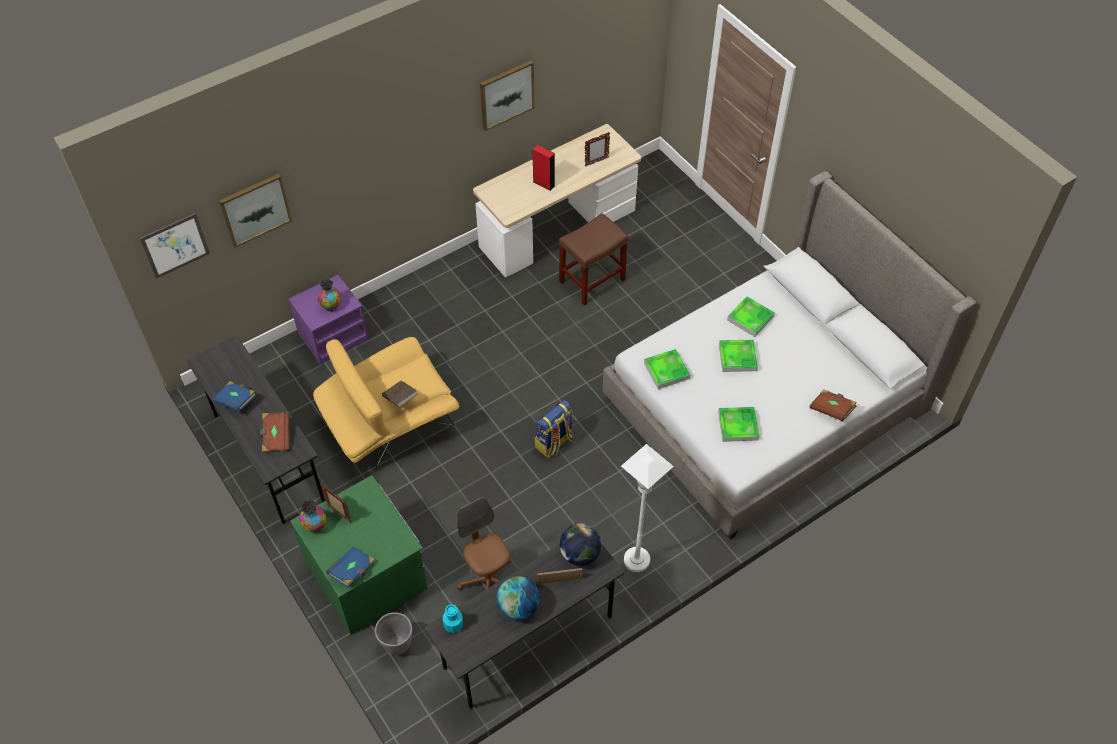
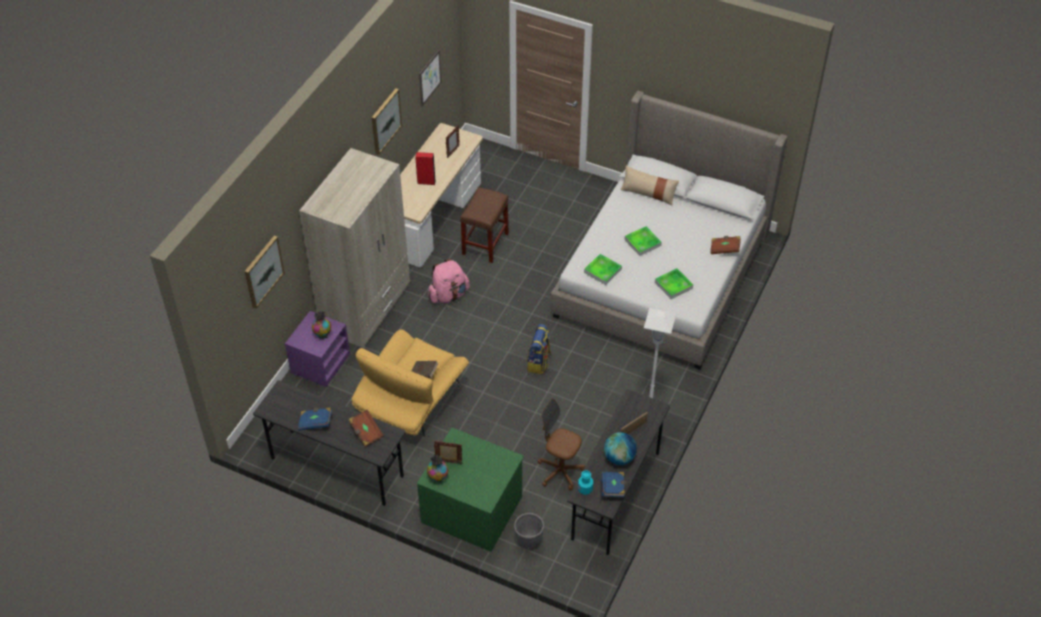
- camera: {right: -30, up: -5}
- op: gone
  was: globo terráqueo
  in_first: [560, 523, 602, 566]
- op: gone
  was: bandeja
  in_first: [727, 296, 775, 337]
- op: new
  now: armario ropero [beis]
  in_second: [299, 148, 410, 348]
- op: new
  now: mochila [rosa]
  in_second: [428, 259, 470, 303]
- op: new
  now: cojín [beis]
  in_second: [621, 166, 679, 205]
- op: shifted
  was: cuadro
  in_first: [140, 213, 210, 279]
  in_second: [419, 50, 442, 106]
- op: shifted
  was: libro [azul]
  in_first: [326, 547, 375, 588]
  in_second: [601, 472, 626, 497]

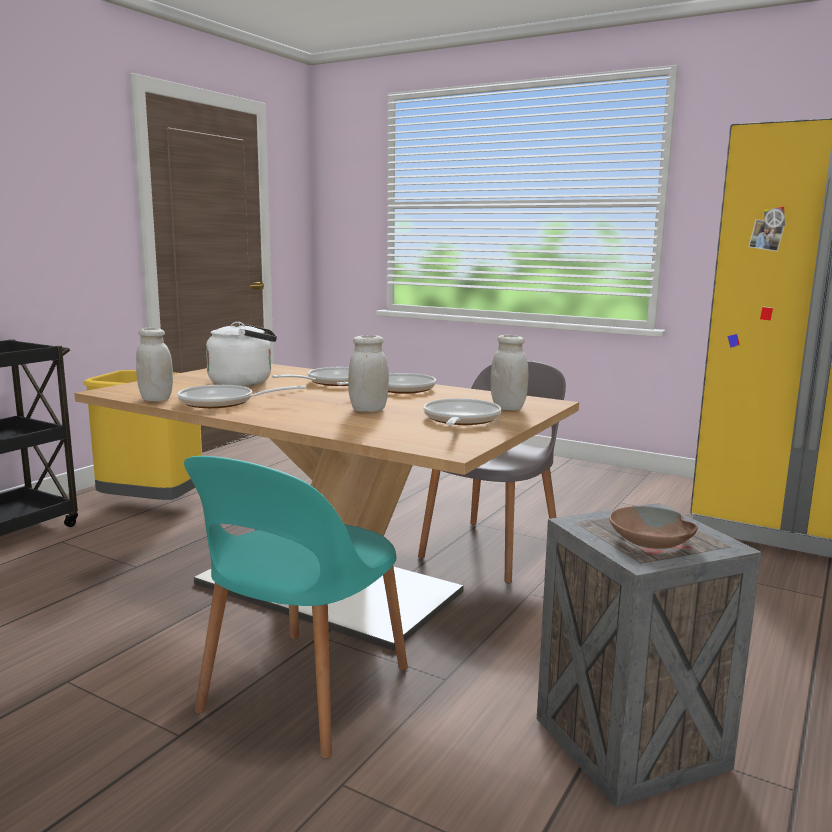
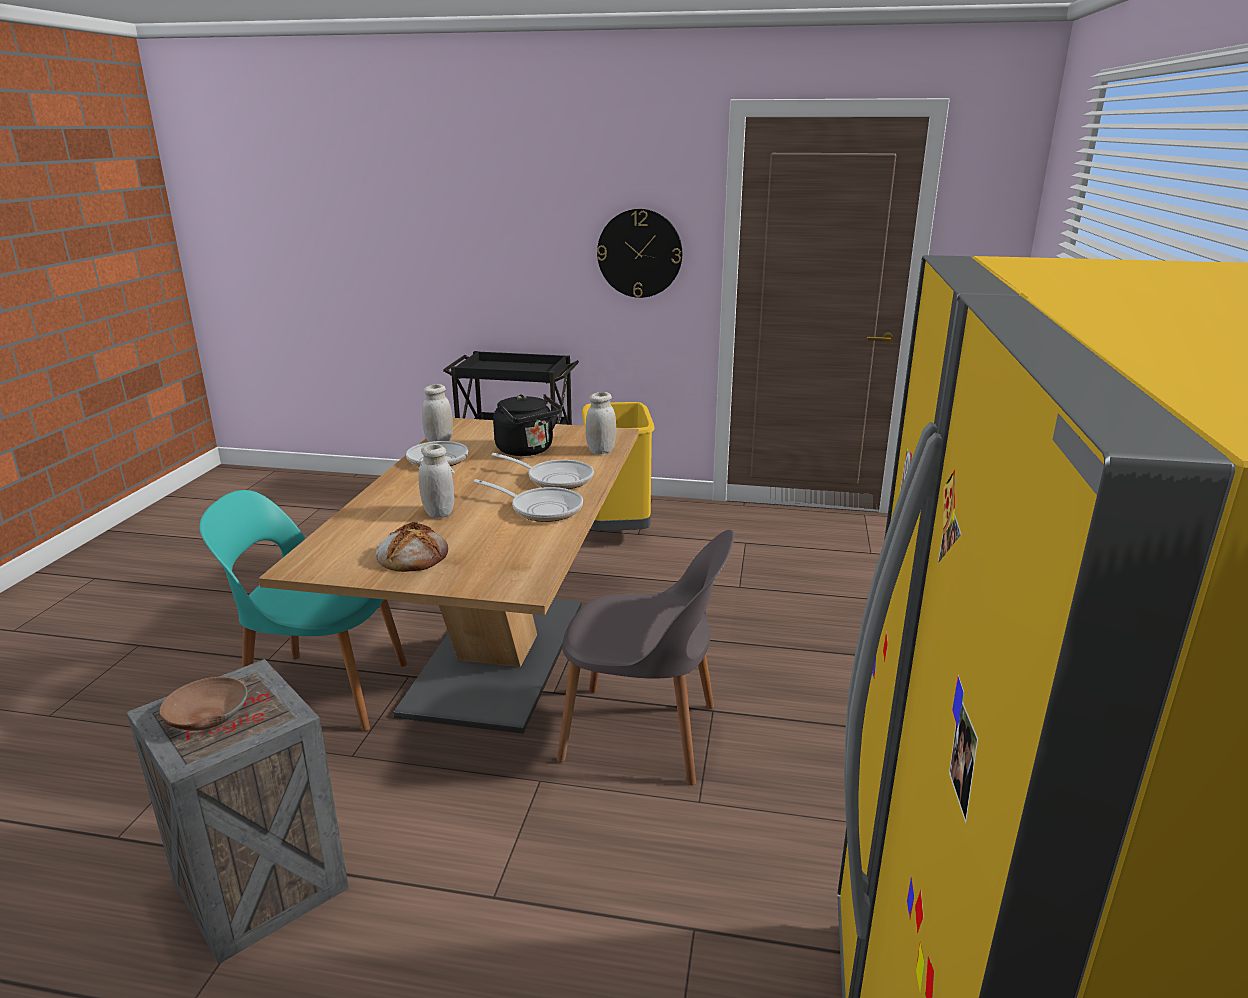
- camera: {right: 70, up: 10}
- op: new
  now: reloj de pared
  in_second: [597, 209, 682, 298]
- op: shifted
  was: tarro [blanco]
  in_first: [491, 335, 528, 410]
  in_second: [586, 392, 616, 454]
- op: swapped
  was: sartén
  now: pan
  in_first: [423, 398, 501, 425]
  in_second: [376, 522, 448, 572]
- op: repainted
  was: hervidor [blanco]
  now: hervidor [negro]
  in_first: [206, 322, 277, 386]
  in_second: [493, 394, 562, 456]

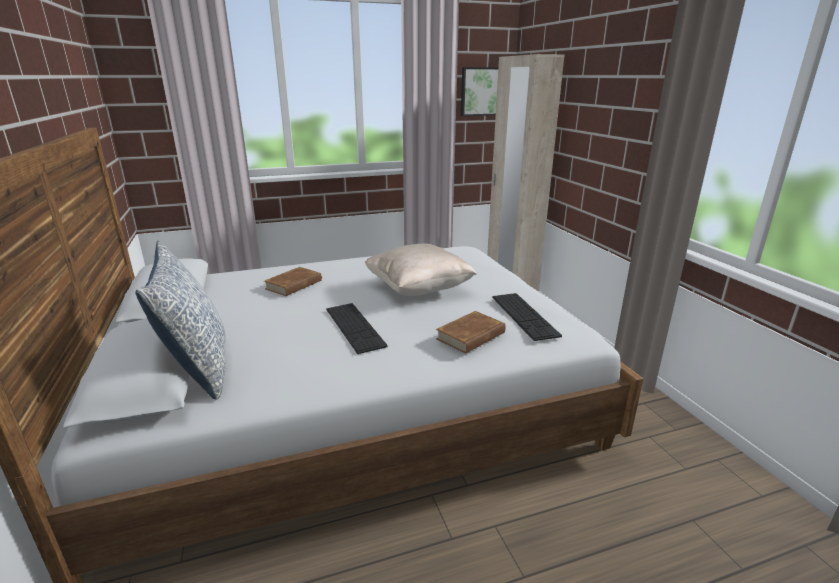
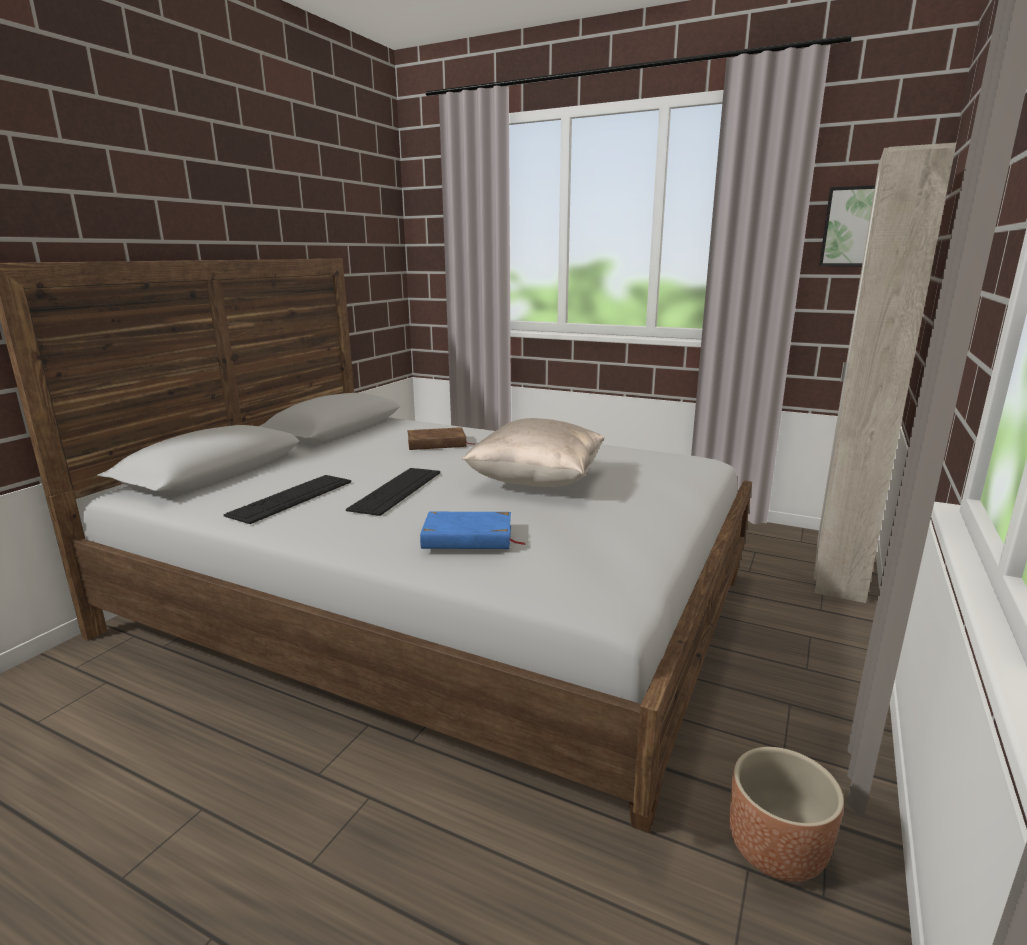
- camera: {right: 45, up: -5}
- op: gone
  was: cojín
  in_first: [135, 241, 226, 399]
- op: new
  now: maceta [marrón]
  in_second: [729, 747, 844, 882]
- op: shifted
  was: teclado
  in_first: [492, 293, 562, 341]
  in_second: [224, 475, 351, 524]
- op: repainted
  was: libro [marrón]
  now: libro [azul]
  in_first: [436, 311, 506, 354]
  in_second: [420, 512, 526, 549]

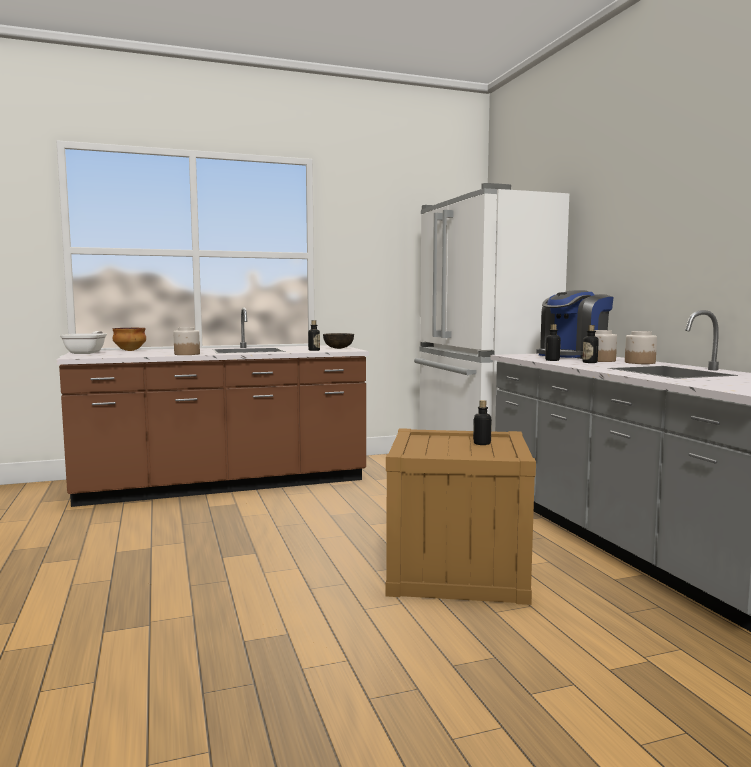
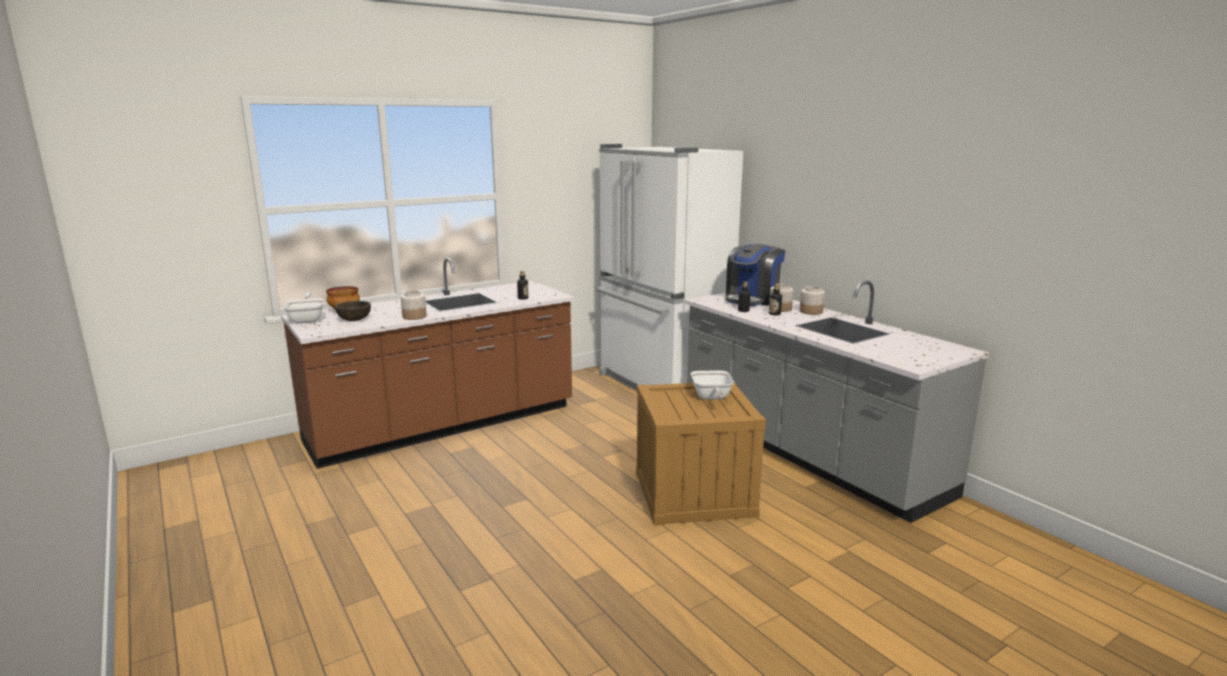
- camera: {right: -15, up: 10}
- op: shifted
  was: cuenco [marrón]
  in_first: [323, 333, 354, 349]
  in_second: [335, 301, 371, 321]
- op: swapped
  was: botella
  now: sartén
  in_first: [473, 400, 492, 445]
  in_second: [691, 370, 734, 400]

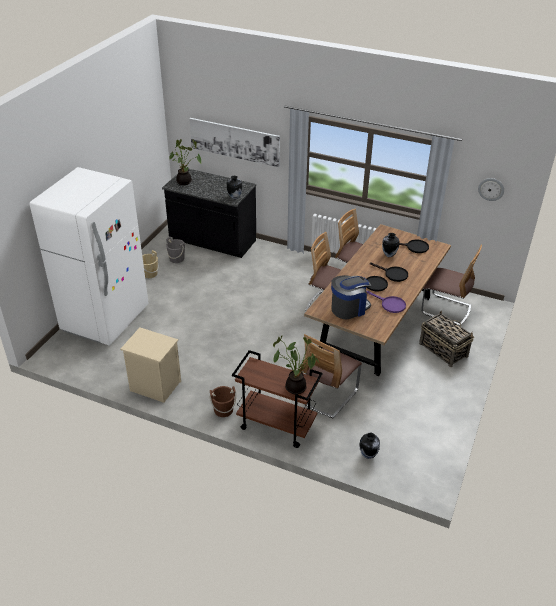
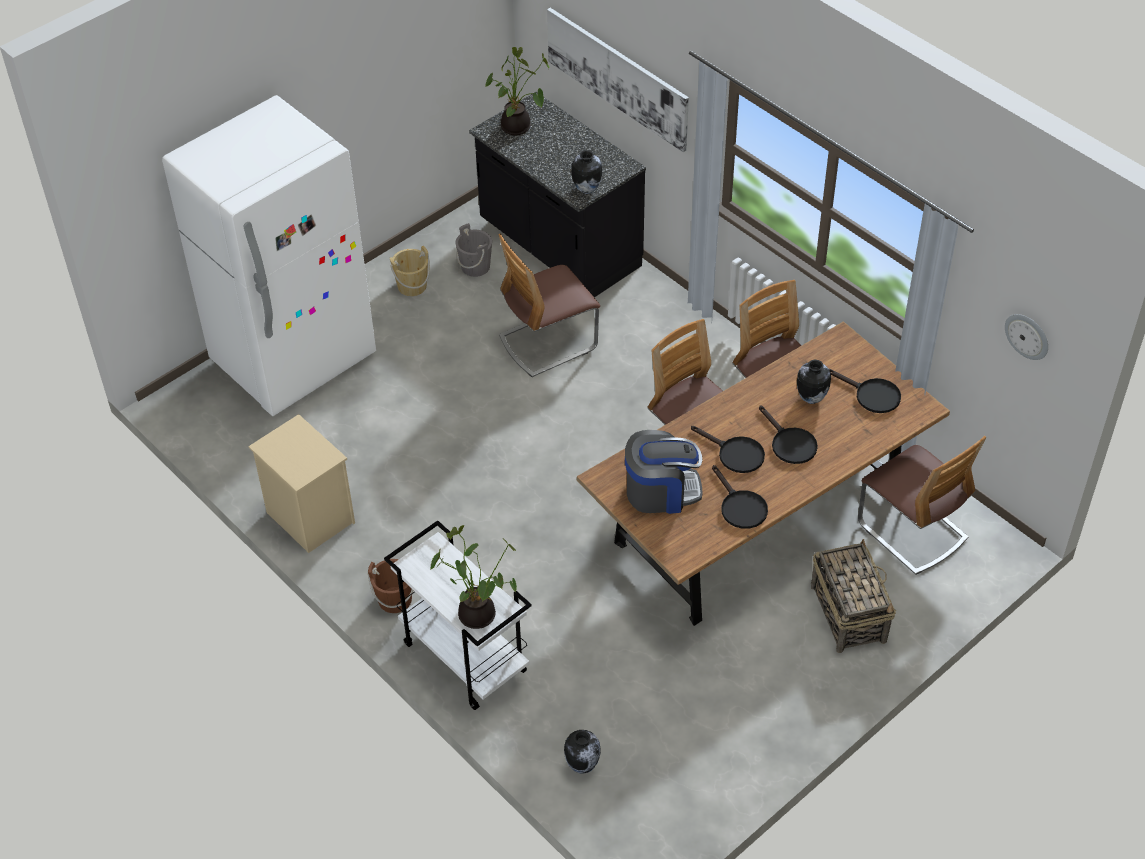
- camera: {right: 25, up: 10}
- op: shifted
  was: silla
  in_first: [302, 334, 362, 418]
  in_second: [498, 234, 600, 377]
- op: repainted
  was: carrito [marrón]
  now: carrito [blanco]
  in_first: [232, 350, 323, 448]
  in_second: [384, 520, 532, 710]
- op: repainted
  was: sartén [morado]
  now: sartén [negro]
  in_first: [366, 291, 406, 313]
  in_second: [712, 465, 768, 529]

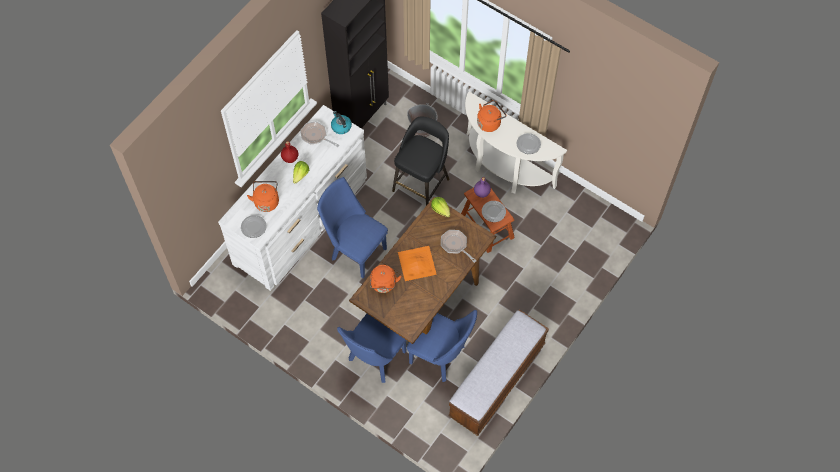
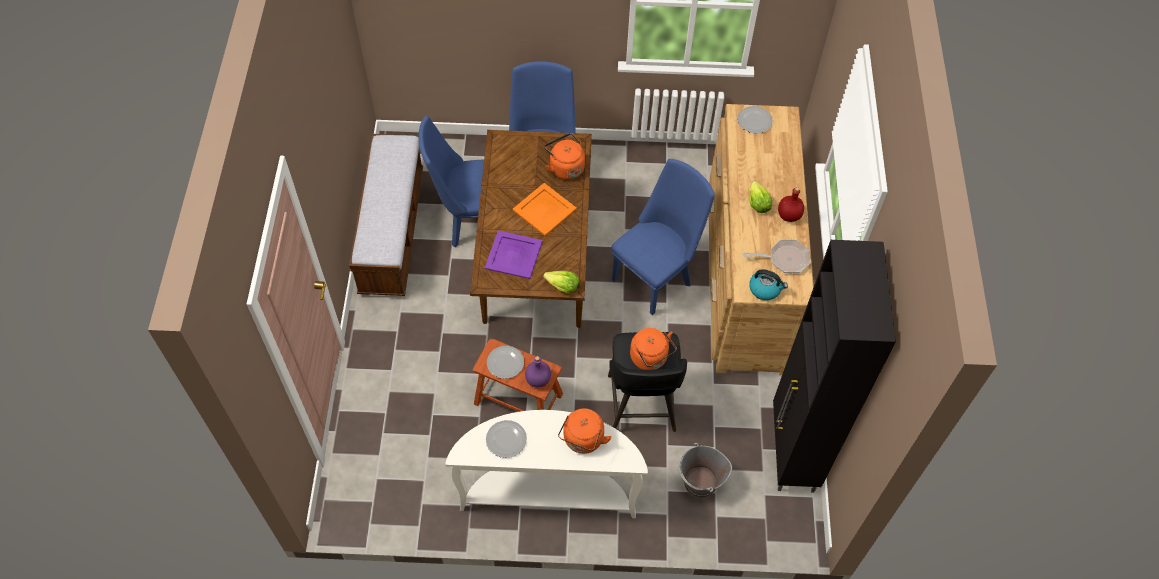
- camera: {right: 145, up: -5}
- op: shifted
  was: hervidor [naranja]
  in_first: [247, 181, 279, 212]
  in_second: [630, 328, 677, 370]
- op: swapped
  was: sartén
  now: bandeja [morado]
  in_first: [441, 230, 477, 263]
  in_second: [485, 231, 542, 279]
- op: repainted
  was: cómoda [blanco]
  now: cómoda [marrón]
  in_first: [218, 105, 367, 291]
  in_second: [708, 104, 814, 376]
- op: rotated
  was: silla [azul]
  in_first: [317, 177, 388, 278]
  in_second: [611, 159, 715, 315]
  clockwise: -45

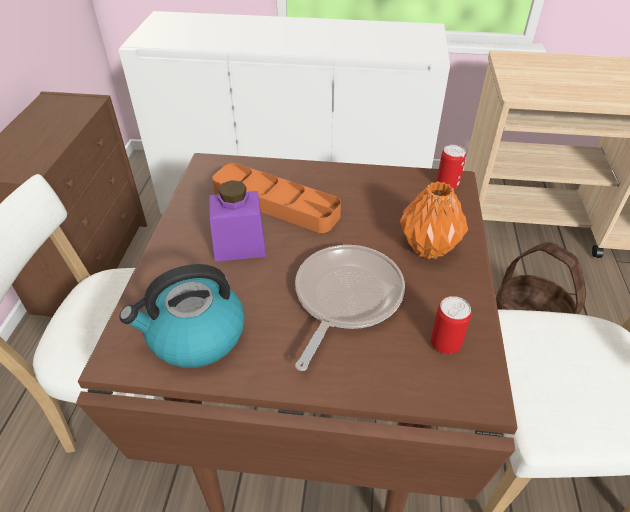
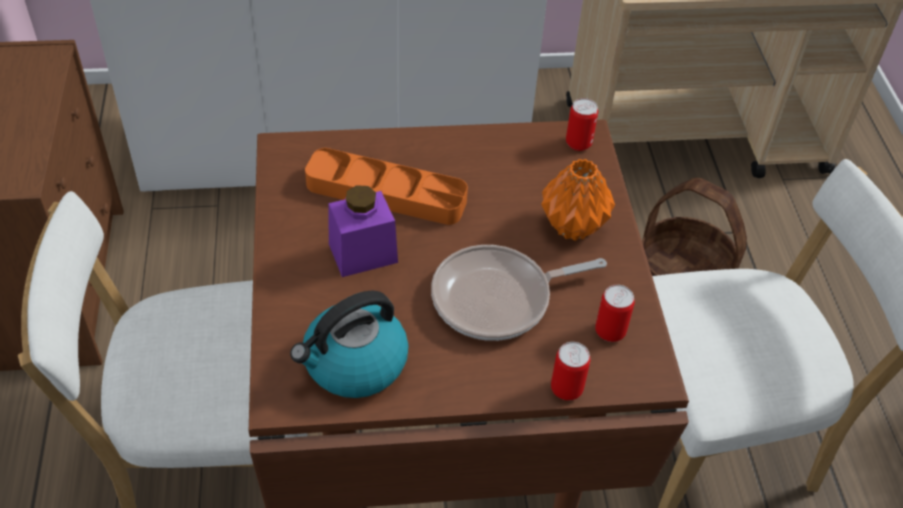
- camera: {right: -15, up: 5}
- op: new
  now: lata
  in_second: [551, 342, 590, 400]
- op: rotated
  was: sartén
  in_first: [295, 245, 405, 371]
  in_second: [431, 245, 607, 341]
  clockwise: -120

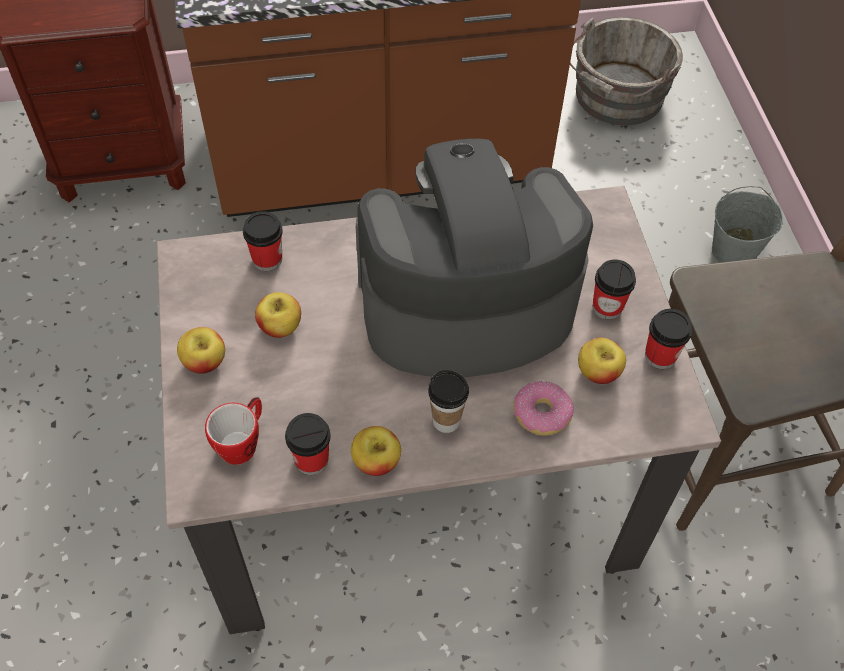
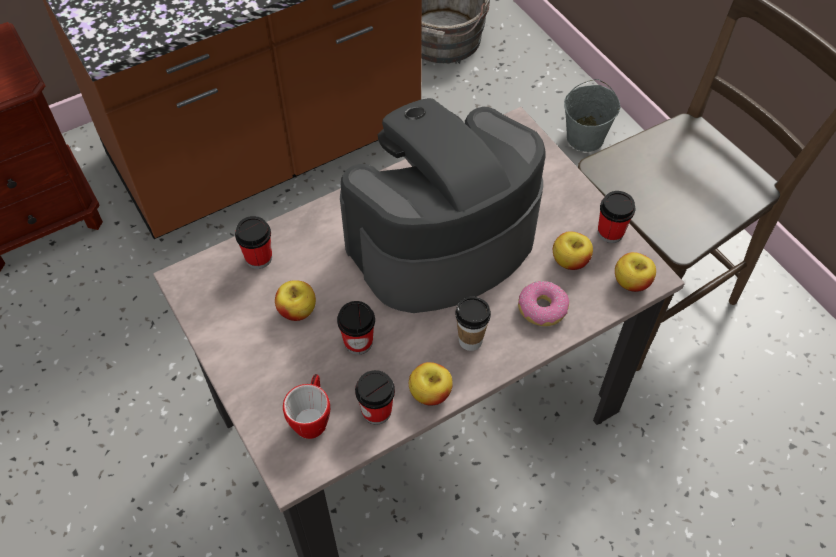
- camera: {right: -20, up: 0}
- op: shifted
  was: manzana
  in_first: [177, 327, 225, 374]
  in_second: [615, 252, 656, 292]
- op: shifted
  was: taza
  in_first: [593, 259, 636, 320]
  in_second: [337, 301, 375, 354]

